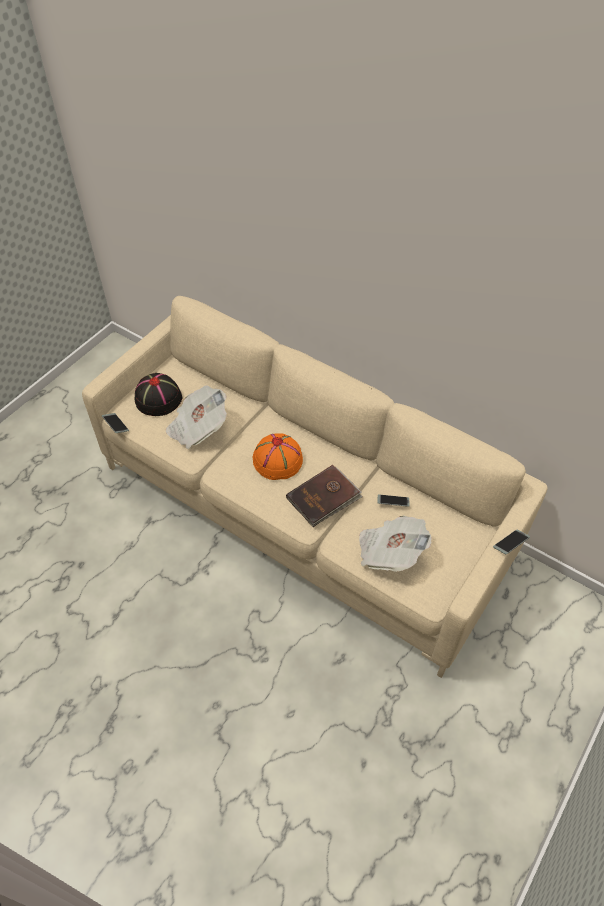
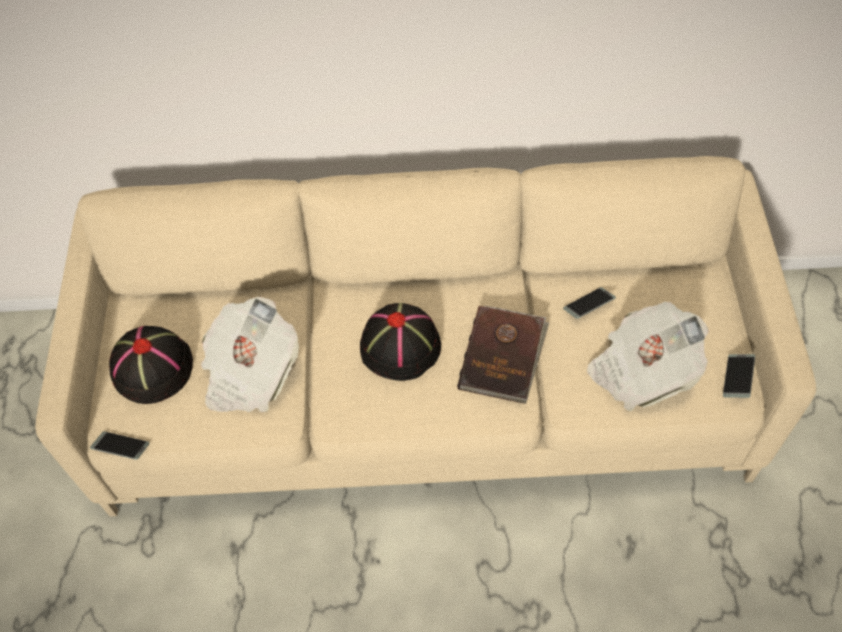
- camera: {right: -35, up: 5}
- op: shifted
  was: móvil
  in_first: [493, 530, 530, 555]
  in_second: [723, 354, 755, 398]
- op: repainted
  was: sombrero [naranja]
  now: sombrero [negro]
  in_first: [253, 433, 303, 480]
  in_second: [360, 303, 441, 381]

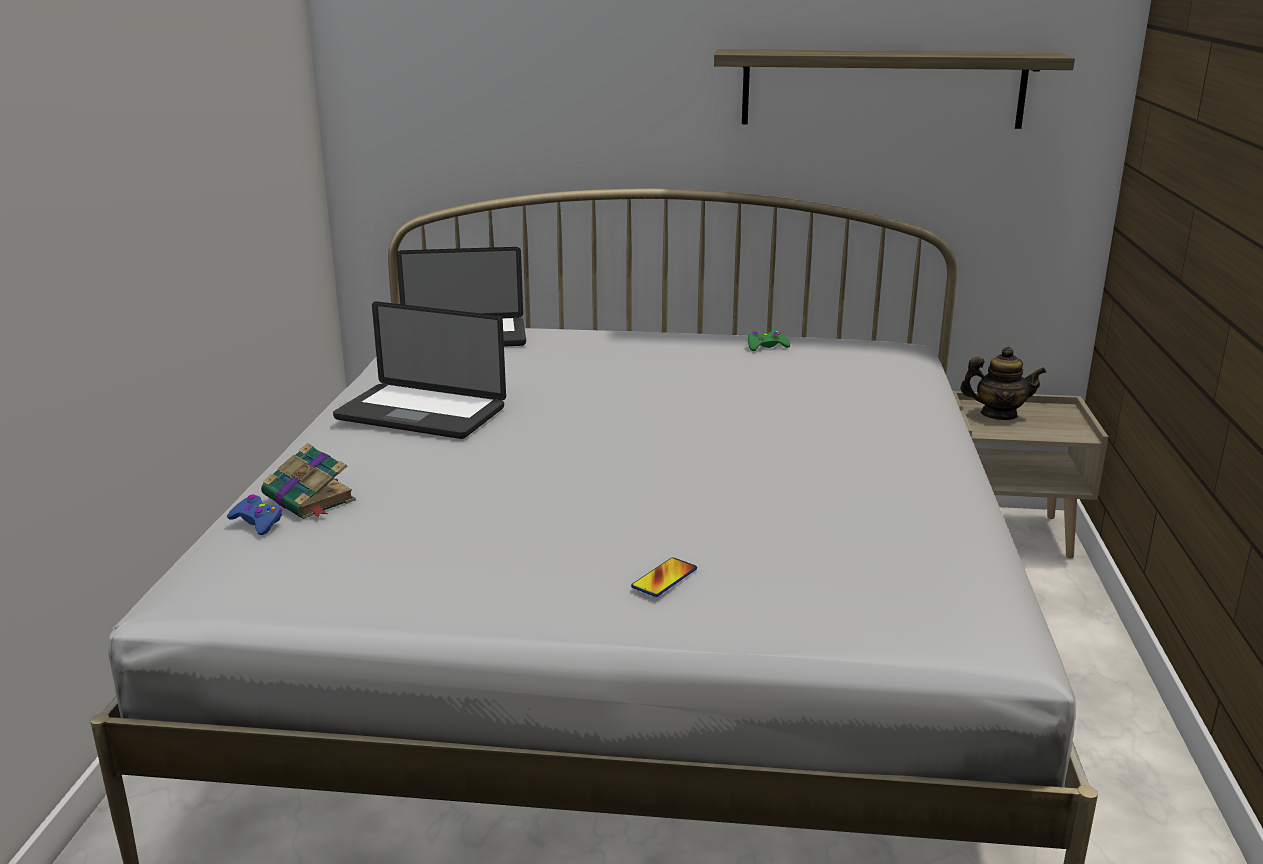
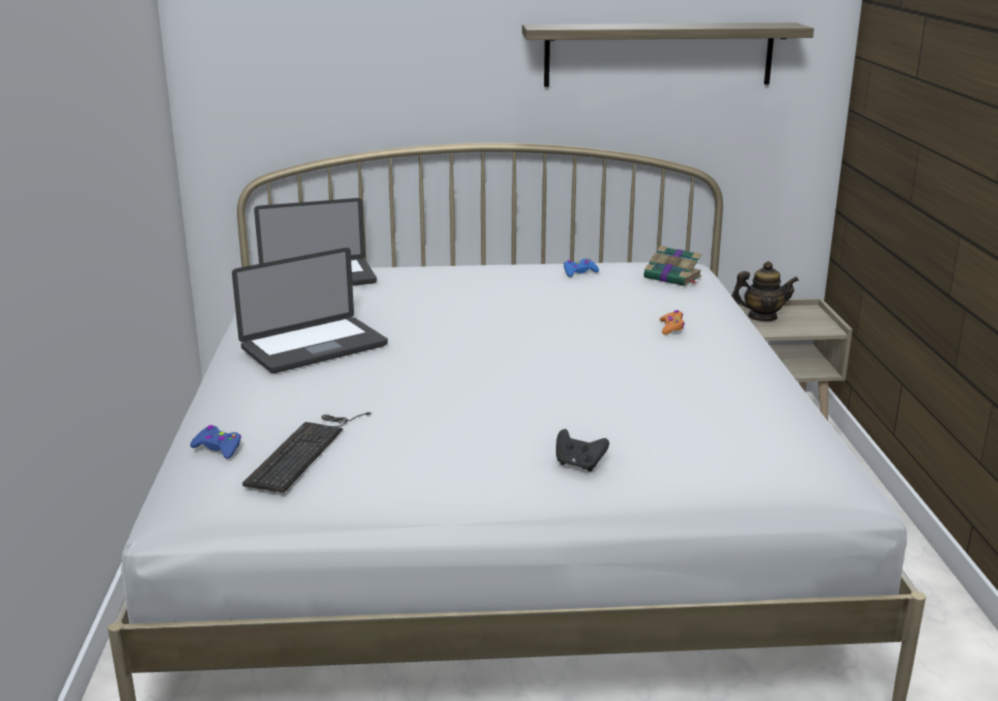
- camera: {right: -10, up: 0}
- op: new
  now: teclado
  in_second: [242, 412, 371, 493]
- op: new
  now: mando de consola [naranja]
  in_second: [660, 310, 685, 335]
- op: shifted
  was: libro
  in_first: [261, 443, 356, 519]
  in_second: [644, 246, 702, 286]
- op: swapped
  was: móvil
  now: mando de consola [negro]
  in_first: [631, 558, 697, 597]
  in_second: [556, 429, 609, 472]
- op: repainted
  was: mando de consola [verde]
  now: mando de consola [azul]
  in_first: [748, 330, 790, 351]
  in_second: [564, 258, 599, 277]
- op: rotated
  was: portátil
  in_first: [333, 301, 506, 439]
  in_second: [232, 248, 388, 373]
  clockwise: -45

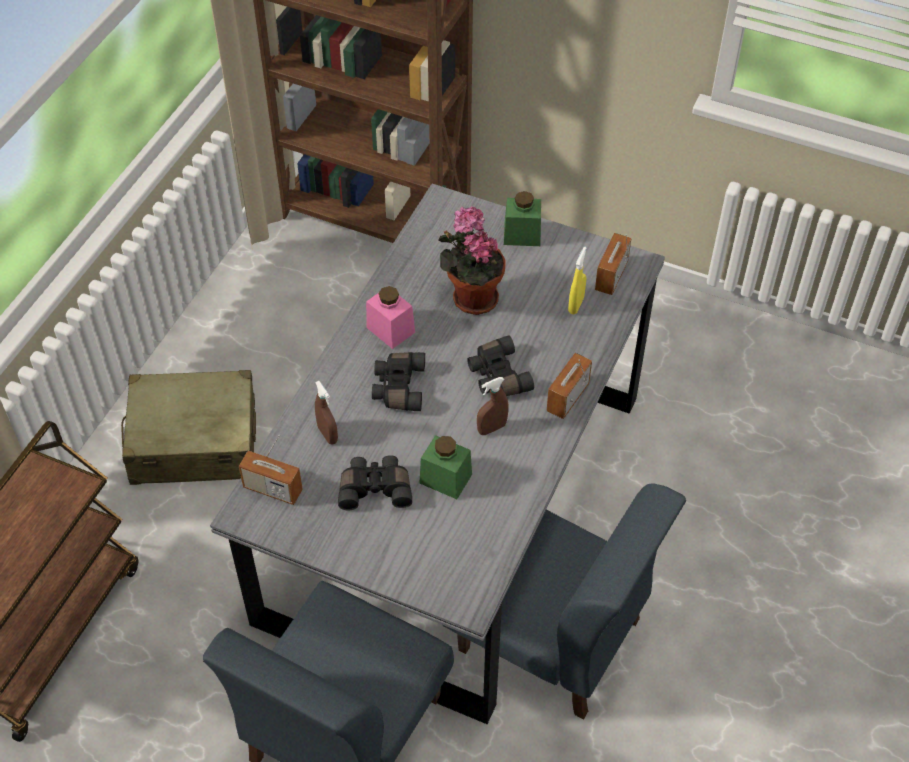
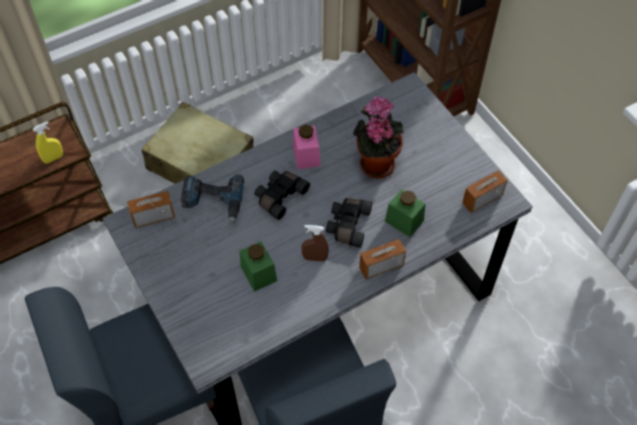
- camera: {right: 35, up: 5}
- op: gone
  was: prismáticos [negro]
  in_first: [338, 455, 412, 510]
- op: shifted
  was: tarro [verde]
  in_first: [504, 191, 541, 246]
  in_second: [385, 189, 426, 237]
- op: shifted
  was: pulverizador [amarillo]
  in_first: [568, 247, 587, 314]
  in_second: [32, 121, 63, 164]
- op: swapped
  was: pulverizador [marrón]
  now: taladro
  in_first: [315, 381, 338, 444]
  in_second: [181, 174, 244, 224]
- op: rotated
  was: radio
  in_first: [239, 434, 303, 505]
  in_second: [127, 191, 175, 228]
  clockwise: 105

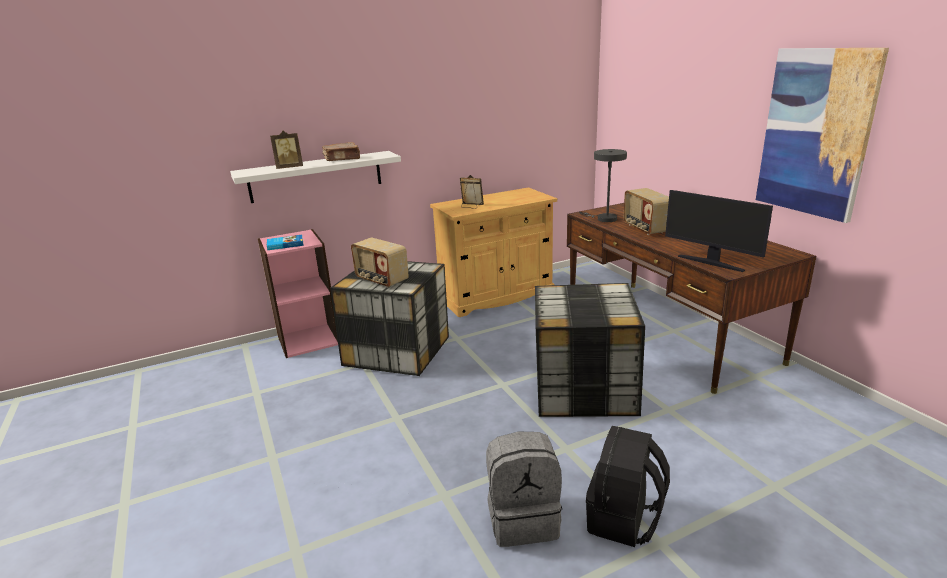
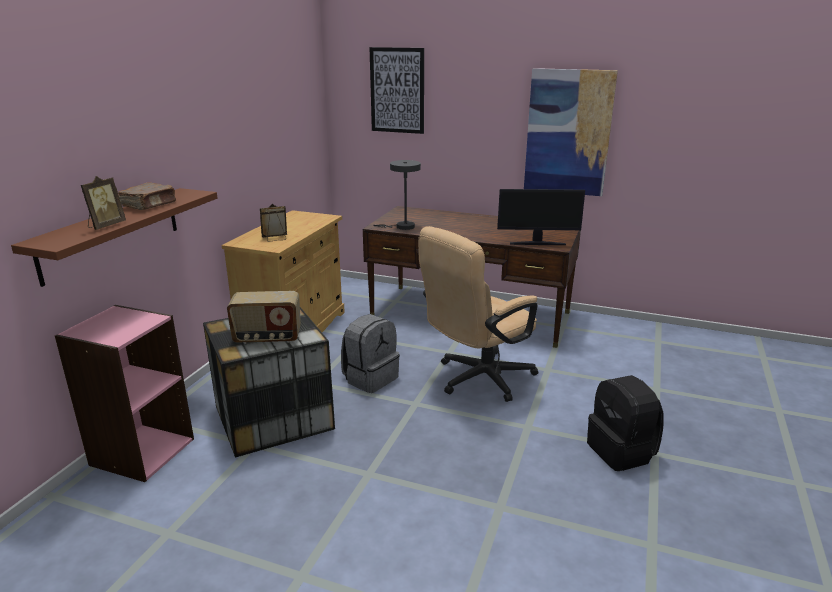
- camera: {right: -45, up: 0}
- op: gone
  was: libro
  in_first: [267, 235, 304, 250]
- op: gone
  was: radio
  in_first: [624, 188, 669, 235]
- op: new
  now: cuadro
  in_second: [369, 47, 424, 134]
- op: shifted
  was: mochila [gris]
  in_first: [486, 431, 562, 547]
  in_second: [341, 314, 400, 393]
- op: swapped
  was: caja de almacenaje
  now: silla de oficina [beis]
  in_first: [535, 283, 645, 417]
  in_second: [418, 226, 538, 402]
- op: repainted
  was: estante [blanco]
  now: estante [marrón]
  in_first: [230, 151, 401, 203]
  in_second: [11, 188, 217, 287]

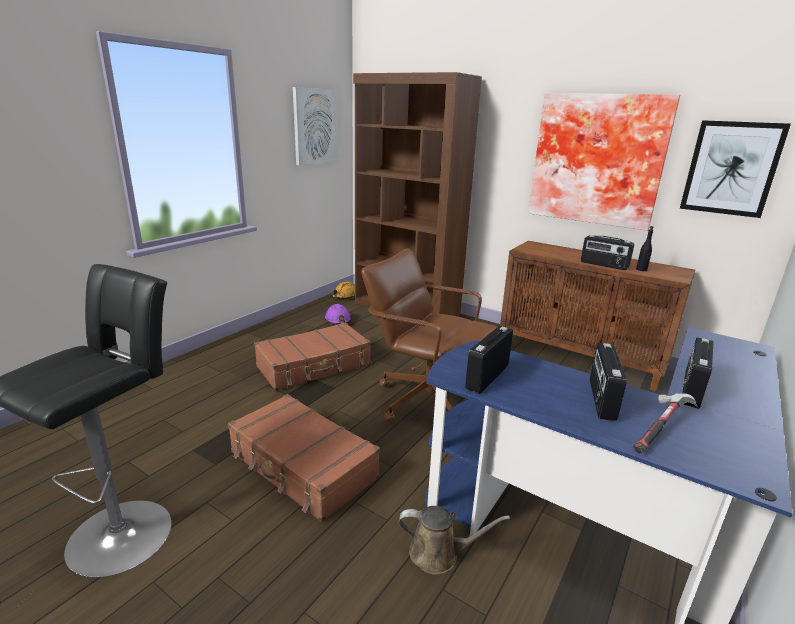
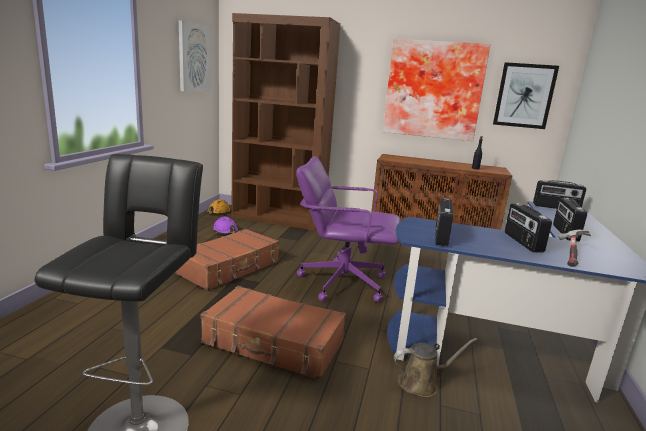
- camera: {right: -20, up: -5}
- op: shifted
  was: radio
  in_first: [581, 235, 634, 270]
  in_second: [533, 180, 586, 209]
- op: repainted
  was: silla de oficina [marrón]
  now: silla de oficina [morado]
  in_first: [361, 248, 497, 422]
  in_second: [296, 156, 400, 302]

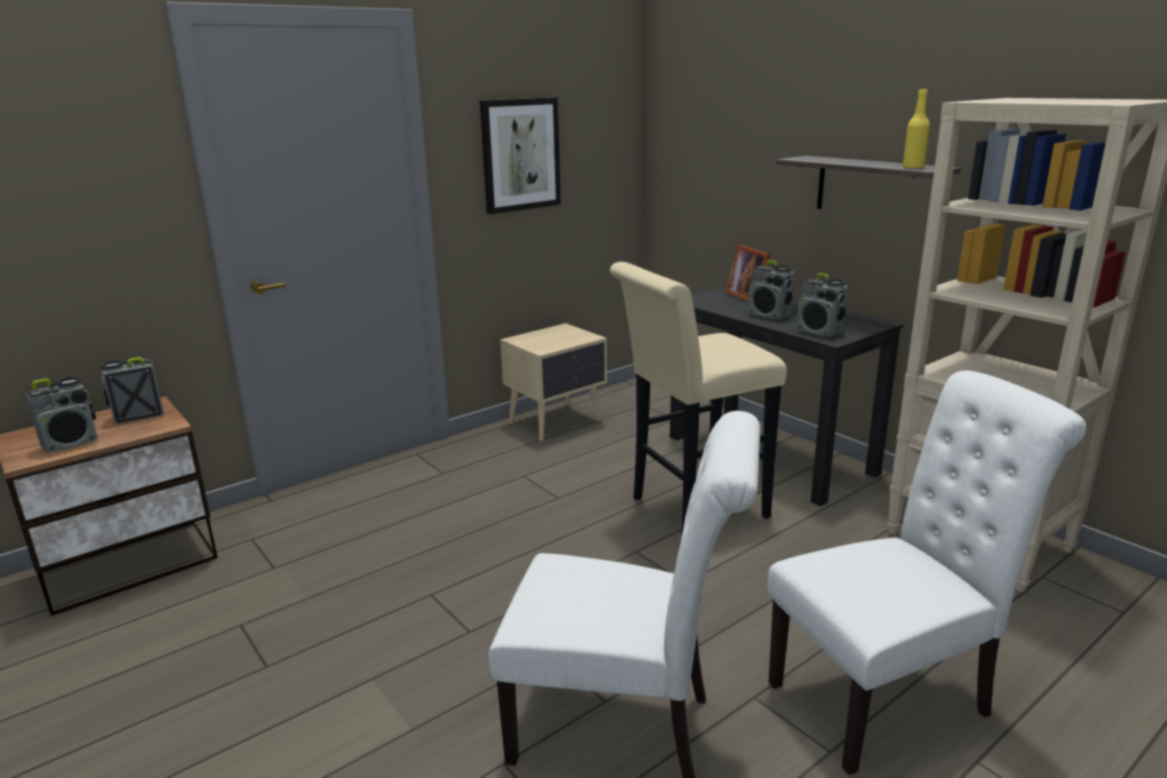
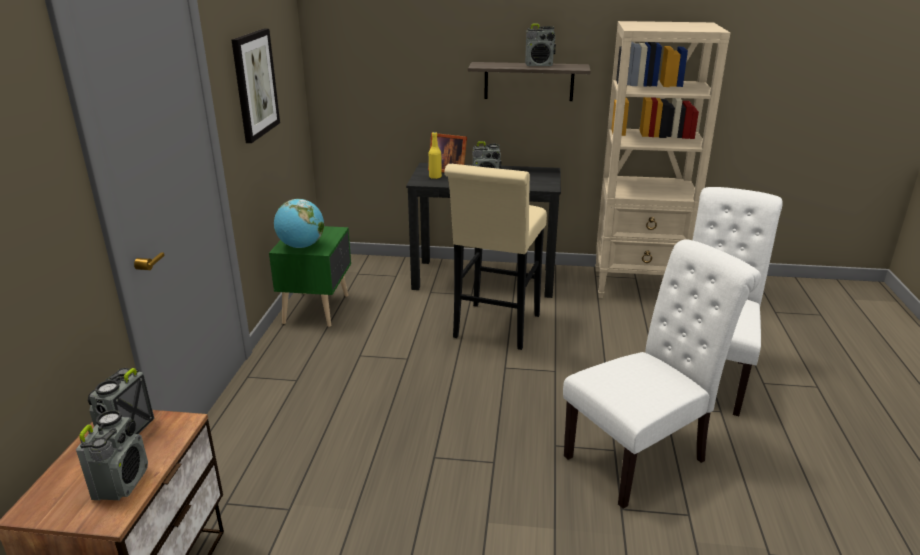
- camera: {right: -45, up: 5}
- op: new
  now: globo terráqueo
  in_second: [274, 199, 324, 248]
- op: shifted
  was: radio
  in_first: [797, 273, 848, 337]
  in_second: [525, 24, 556, 66]
- op: shifted
  was: botella [amarillo]
  in_first: [903, 89, 930, 169]
  in_second: [429, 132, 442, 179]
- op: repainted
  was: mesita de noche [beis]
  now: mesita de noche [verde]
  in_first: [500, 323, 607, 441]
  in_second: [269, 226, 351, 327]

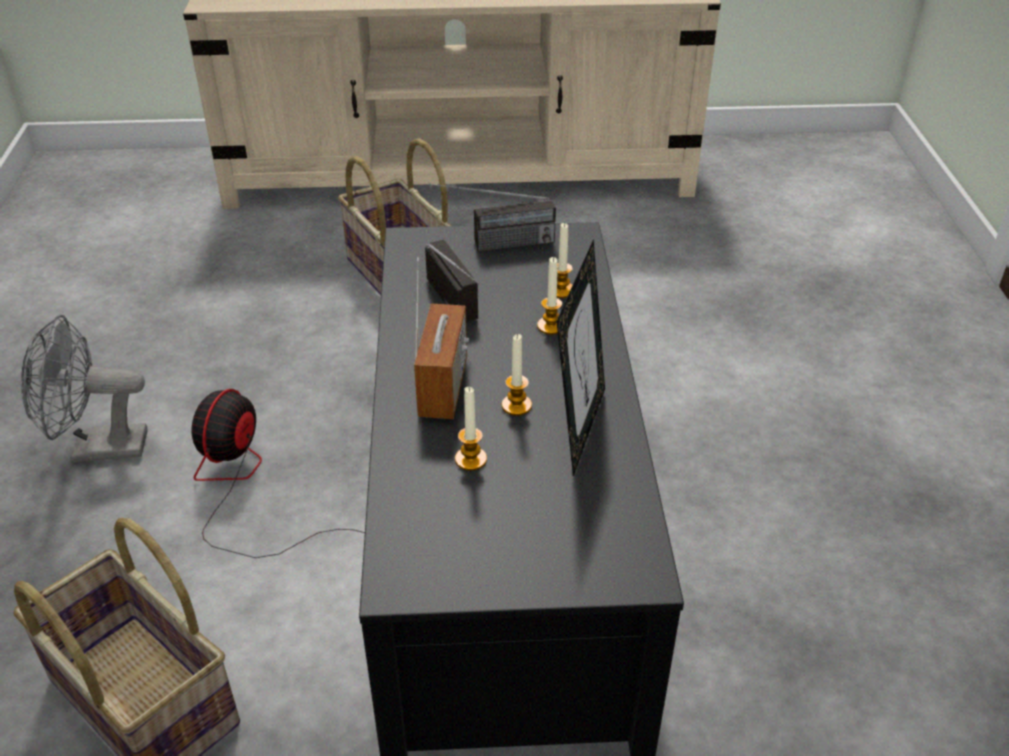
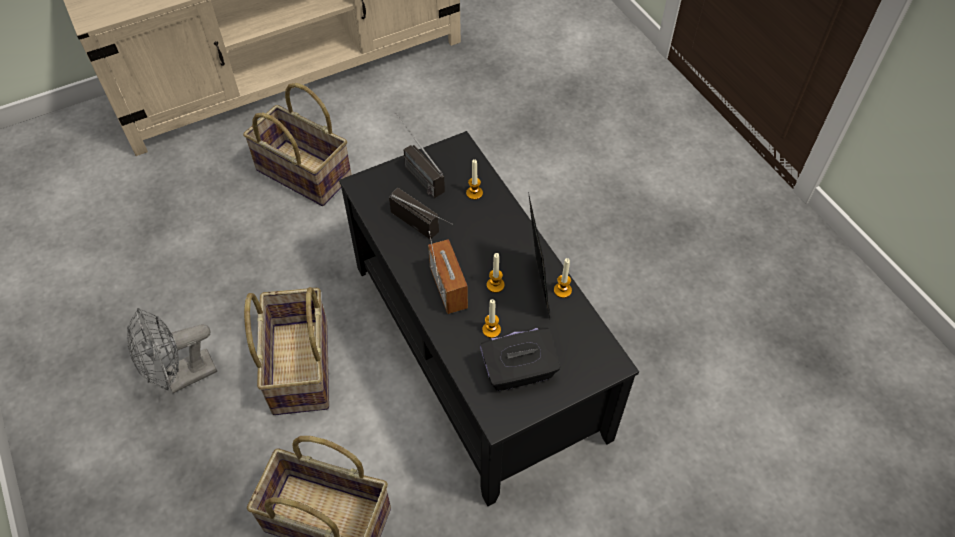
- camera: {right: -25, up: 15}
- op: new
  now: caja de pañuelos [negro]
  in_second: [480, 328, 560, 391]
- op: shifted
  was: vela
  in_first: [537, 257, 562, 335]
  in_second: [554, 258, 572, 298]
- op: swapped
  was: ventilador
  now: cesta
  in_first: [191, 389, 365, 558]
  in_second: [244, 287, 329, 415]
- op: rotated
  was: radio
  in_first: [429, 183, 556, 252]
  in_second: [395, 113, 445, 198]
  clockwise: 90

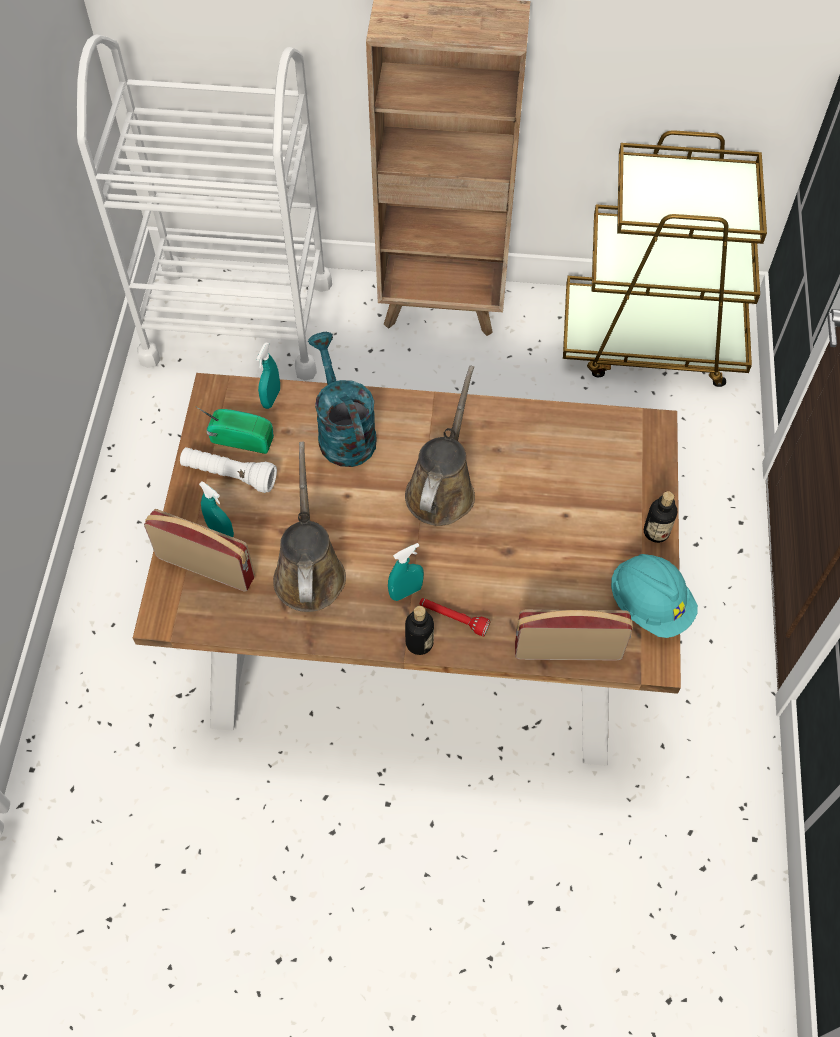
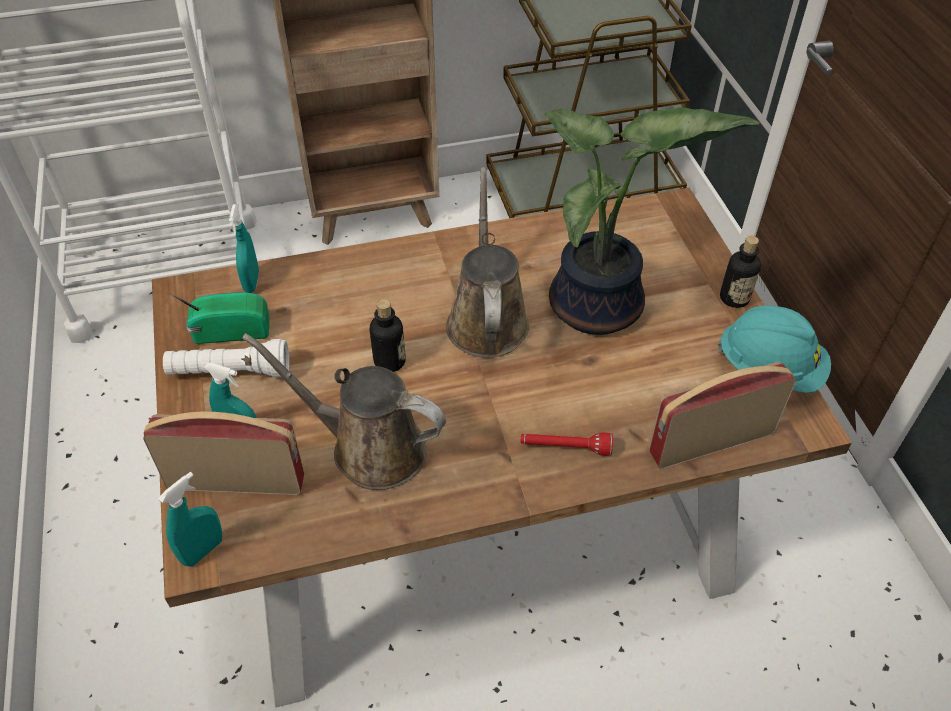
- camera: {right: -20, up: -10}
- op: gone
  was: regadera [turquesa]
  in_first: [308, 332, 377, 467]
- op: new
  now: planta en maceta
  in_second: [544, 107, 760, 335]
- op: shifted
  was: pulverizador [turquesa]
  in_first: [388, 543, 424, 601]
  in_second: [158, 472, 222, 567]
- op: shifted
  was: botella
  in_first: [405, 606, 434, 655]
  in_second: [370, 299, 406, 372]
- op: rotated
  was: regadera [marrón]
  in_first: [273, 442, 346, 612]
  in_second: [242, 333, 446, 490]
  clockwise: -45

